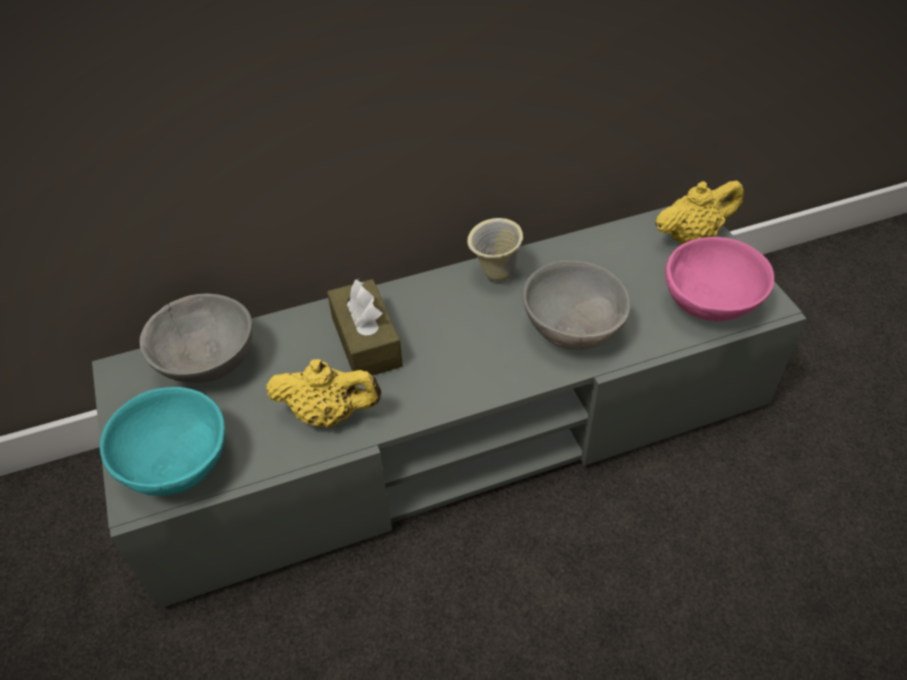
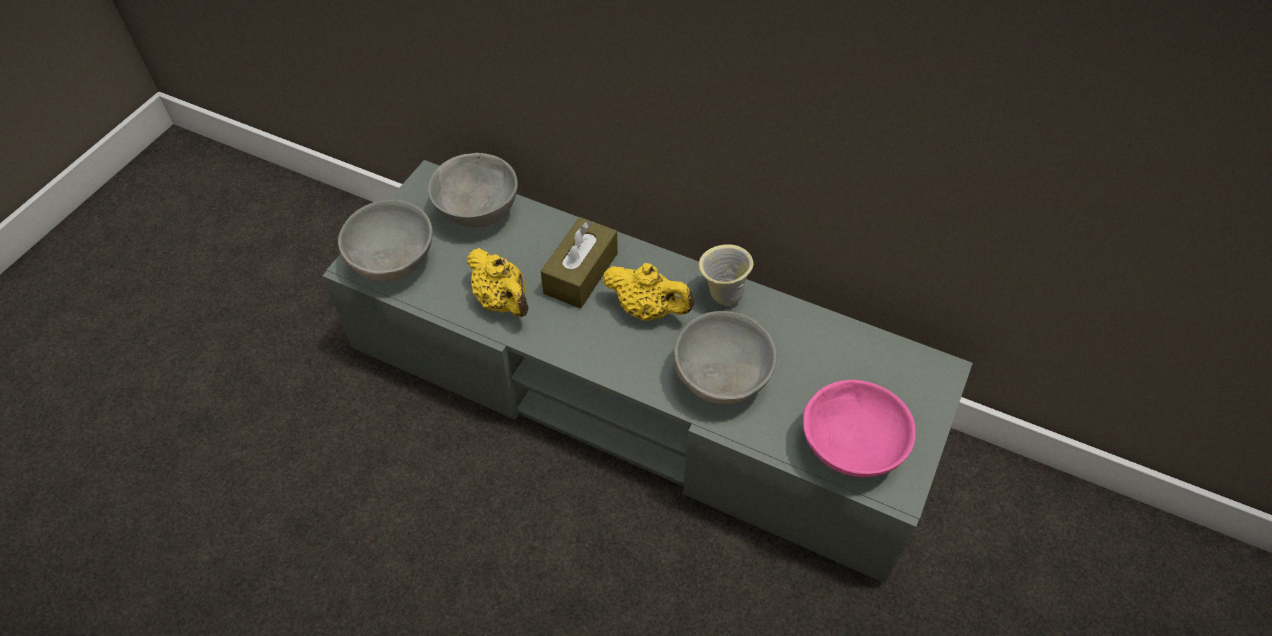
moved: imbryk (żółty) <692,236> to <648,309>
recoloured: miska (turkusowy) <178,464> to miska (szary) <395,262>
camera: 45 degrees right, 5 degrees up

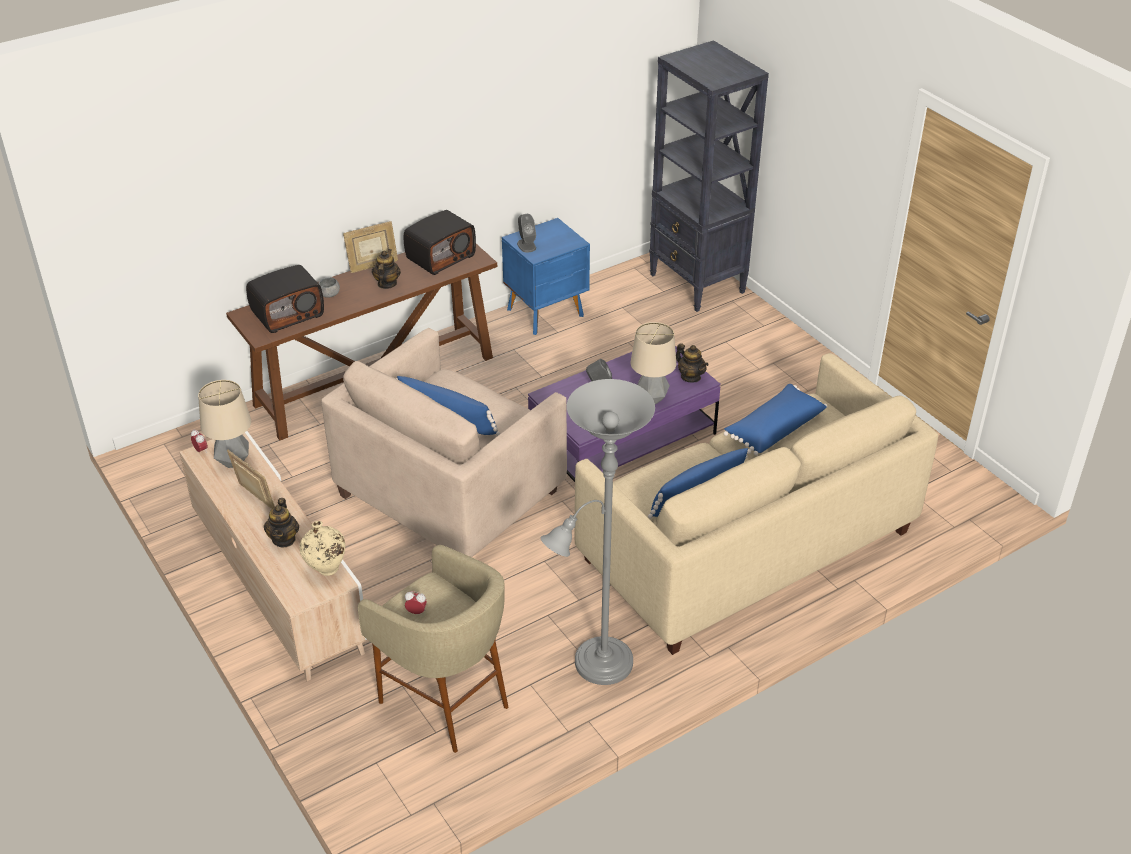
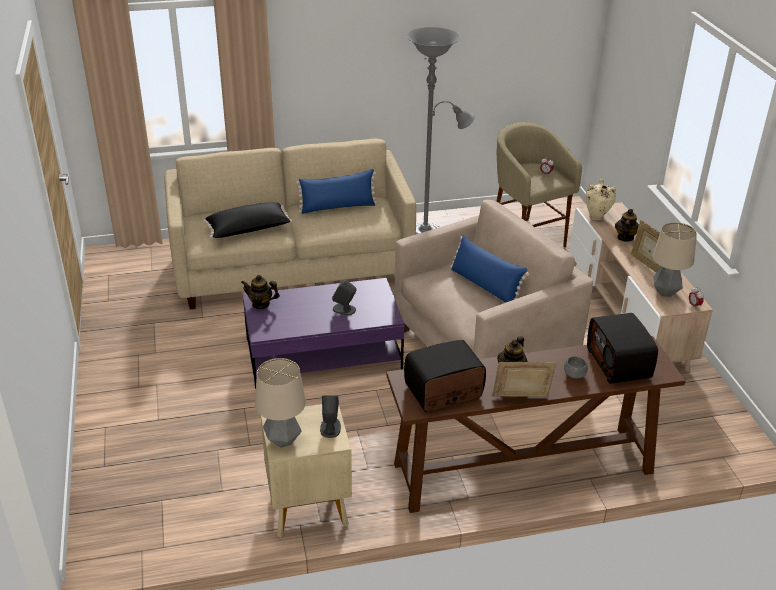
removed: regał (czarny) <697,284>
moved: lampa stołowa <651,399> to <282,440>
recoloured: szafka nocna (niebieski) <547,313> to szafka nocna (beżowy) <307,506>; poduszka (niebieski) <773,429> to poduszka (czarny) <248,230>
turned: radio <287,313> = <619,363> 90 degrees counterclockwise; imbryk <690,377> = <261,304> 60 degrees counterclockwise
camera: 160 degrees left, 5 degrees down

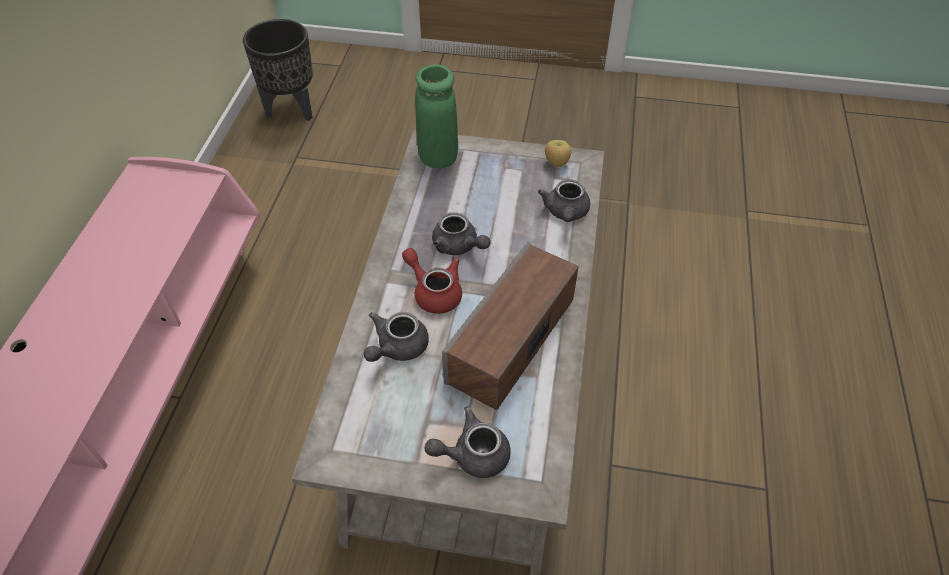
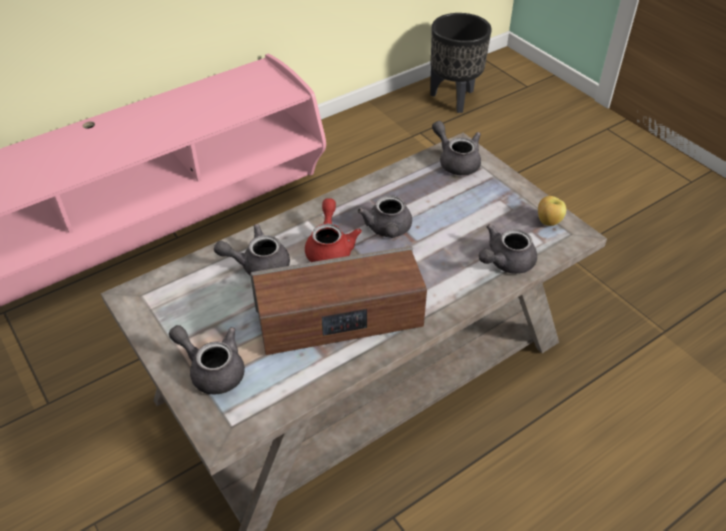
replaced: wazon (zielony) <438,157> to imbryk (szary) <456,161>
camera: 45 degrees right, 5 degrees down

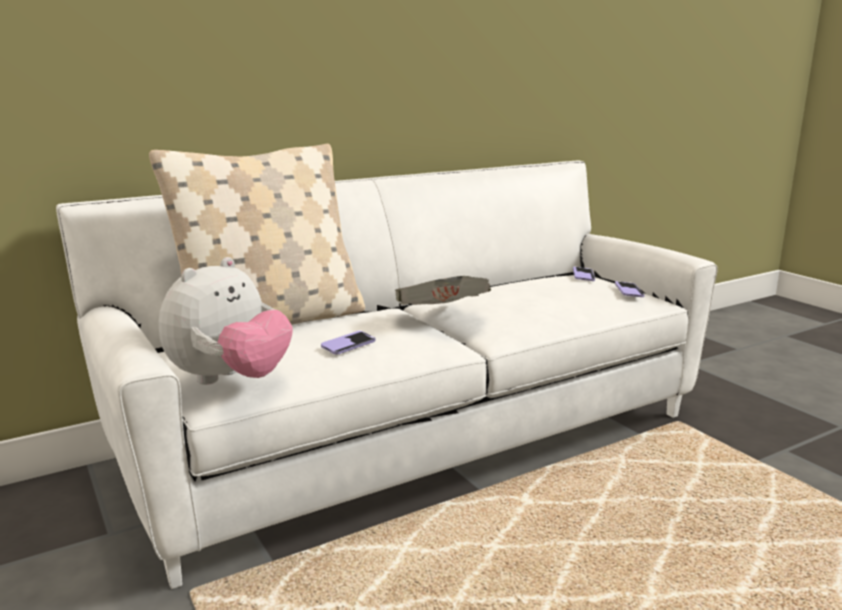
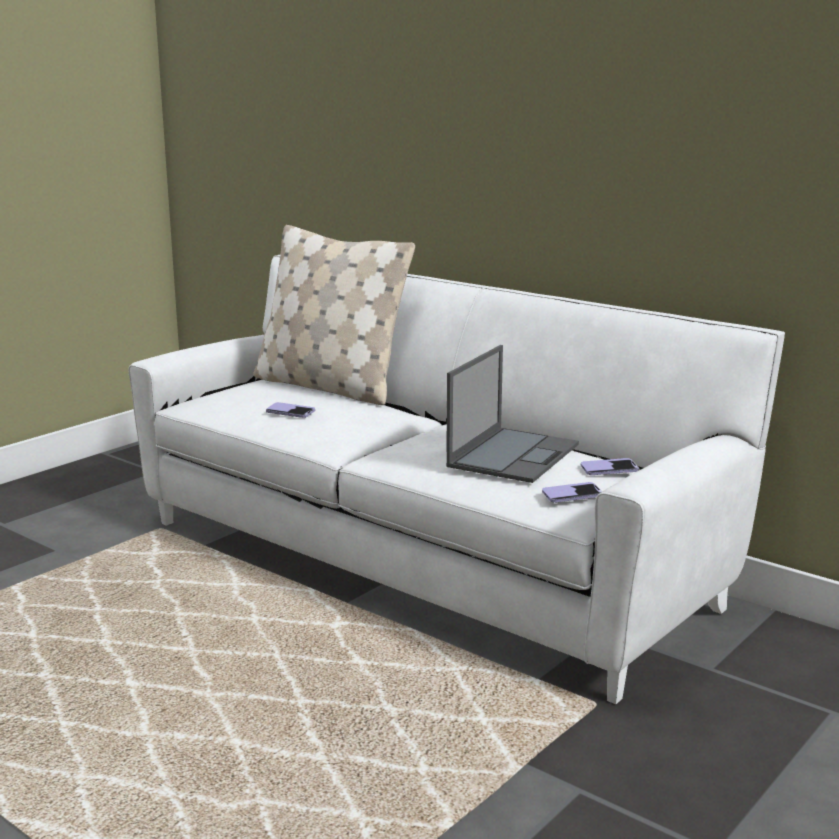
removed: pluszak <230,380>; gazeta <442,318>
added: laptop <514,455>
camera: 70 degrees right, 0 degrees up

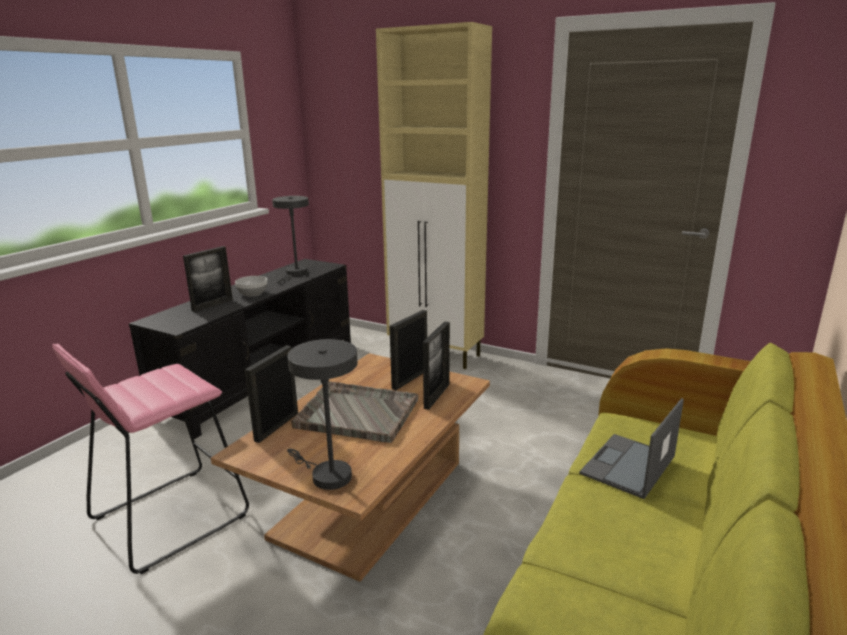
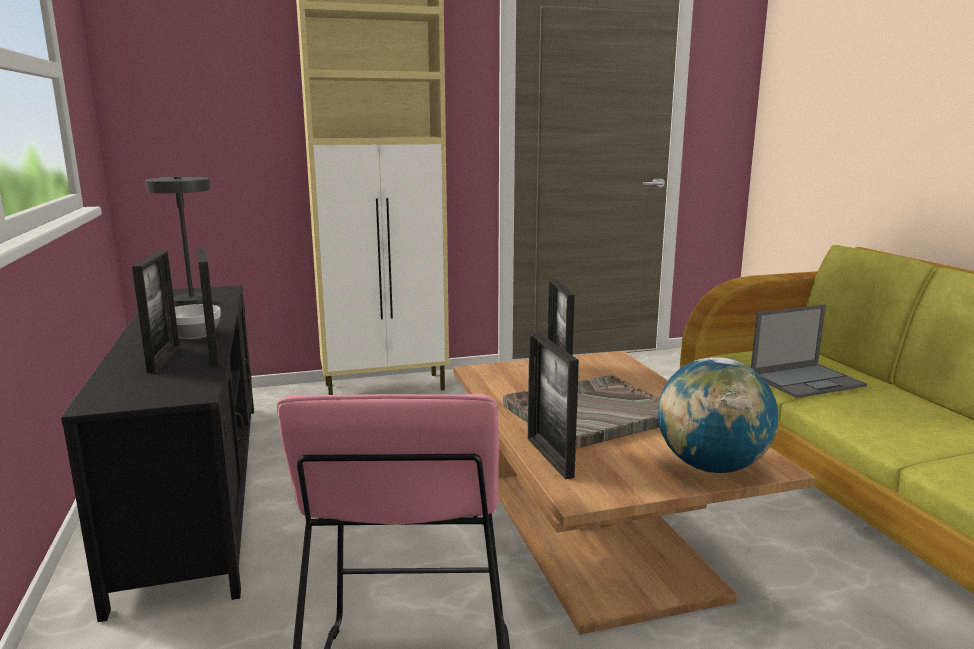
moved: ramka na zdjęcie <437,396> to <213,354>
replaced: lampa stołowa (szary) <326,475> to globus <711,467>
turned: laptop <628,466> = <807,381> 105 degrees counterclockwise
camera: 45 degrees left, 5 degrees down

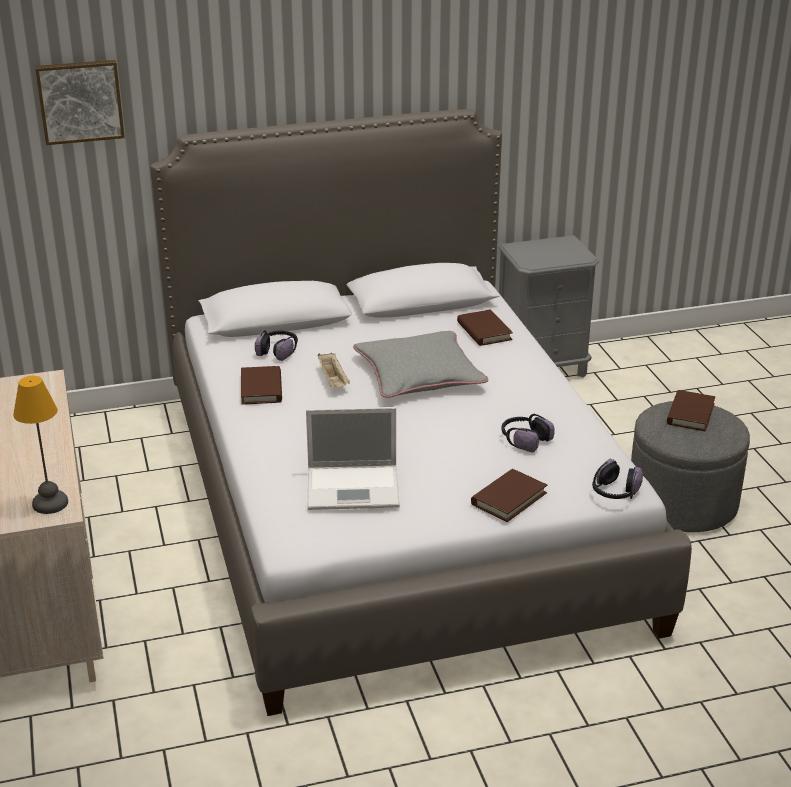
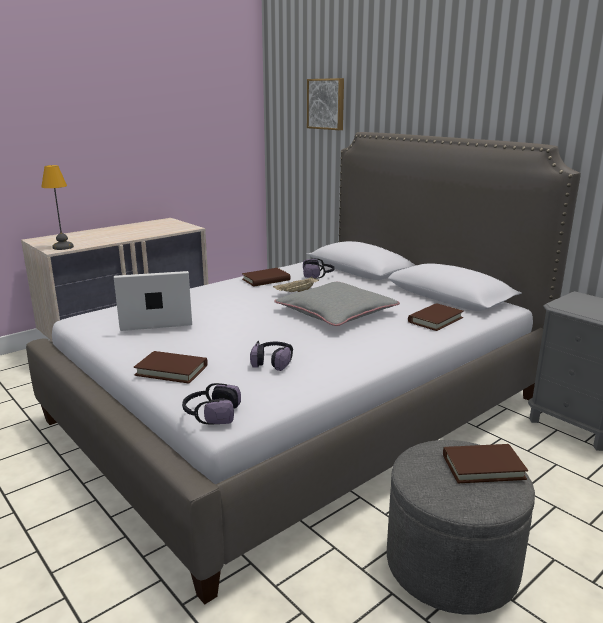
turned: laptop <355,487> = <155,319> 105 degrees clockwise
camera: 65 degrees right, 10 degrees down

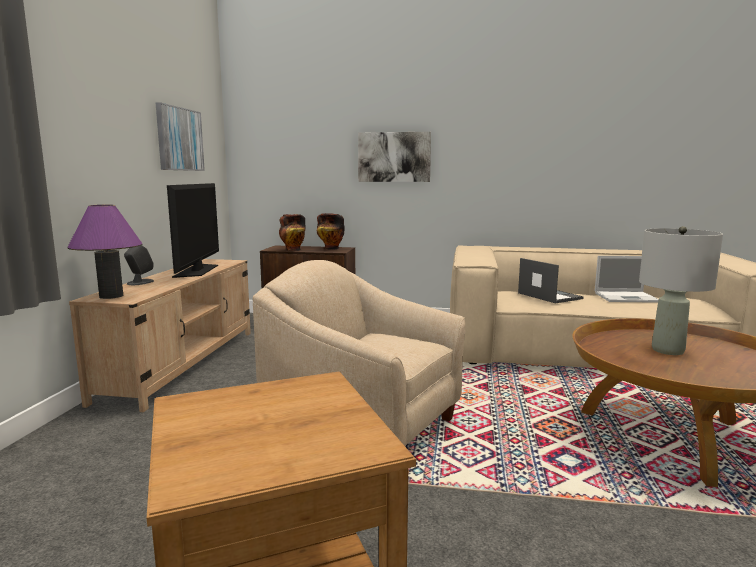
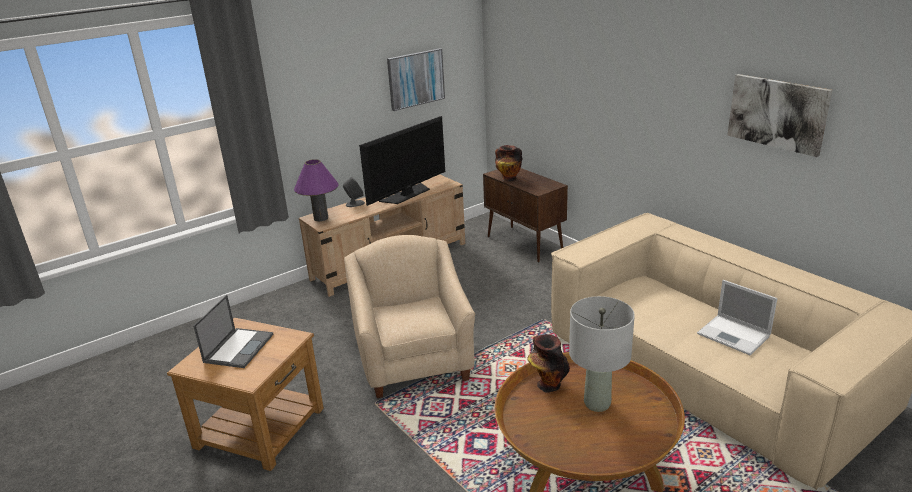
moved: wazon <330,248> to <547,384>; obraz <394,157> to <777,113>; laptop <548,296> to <239,347>
camera: 45 degrees right, 15 degrees up

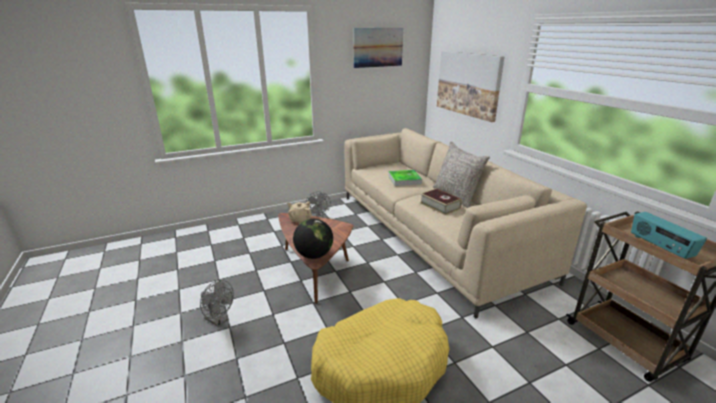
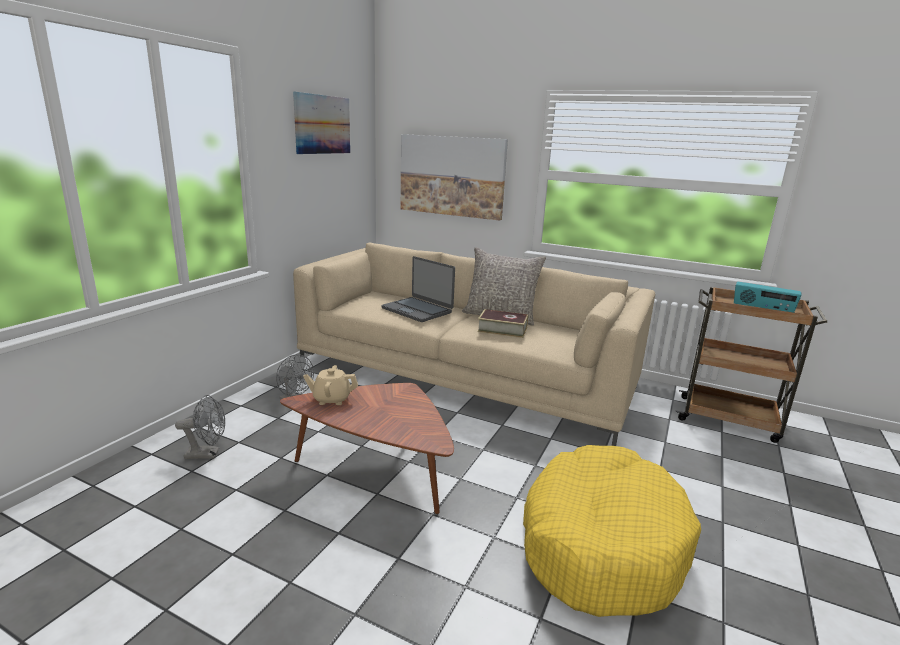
removed: globus <314,255>
moved: wentylator (szary) <219,320> to <207,454>
replaced: taca <404,180> to laptop <417,310>
camera: 40 degrees left, 5 degrees down

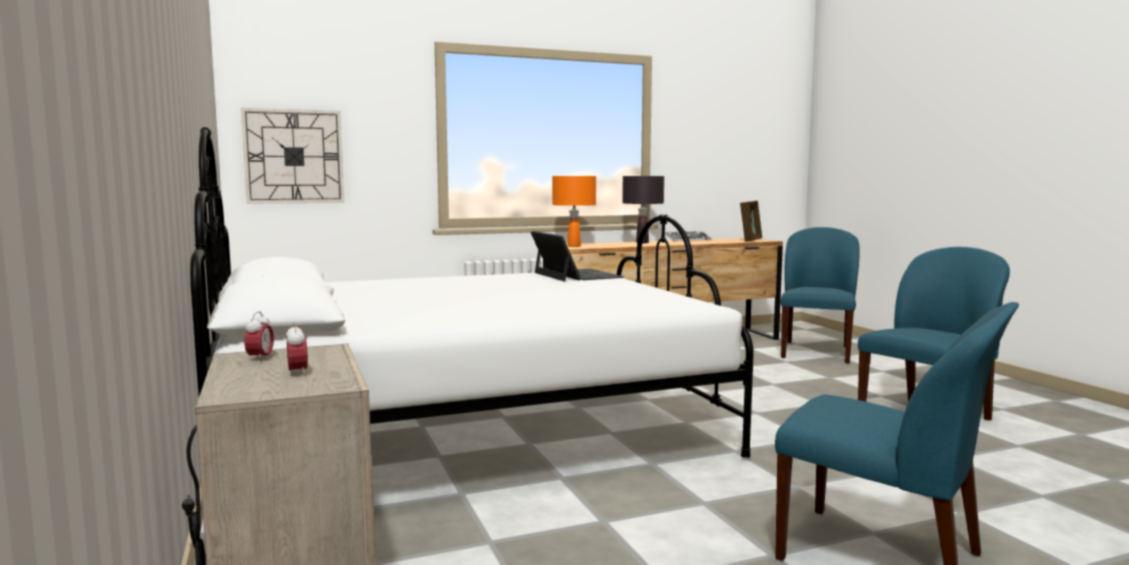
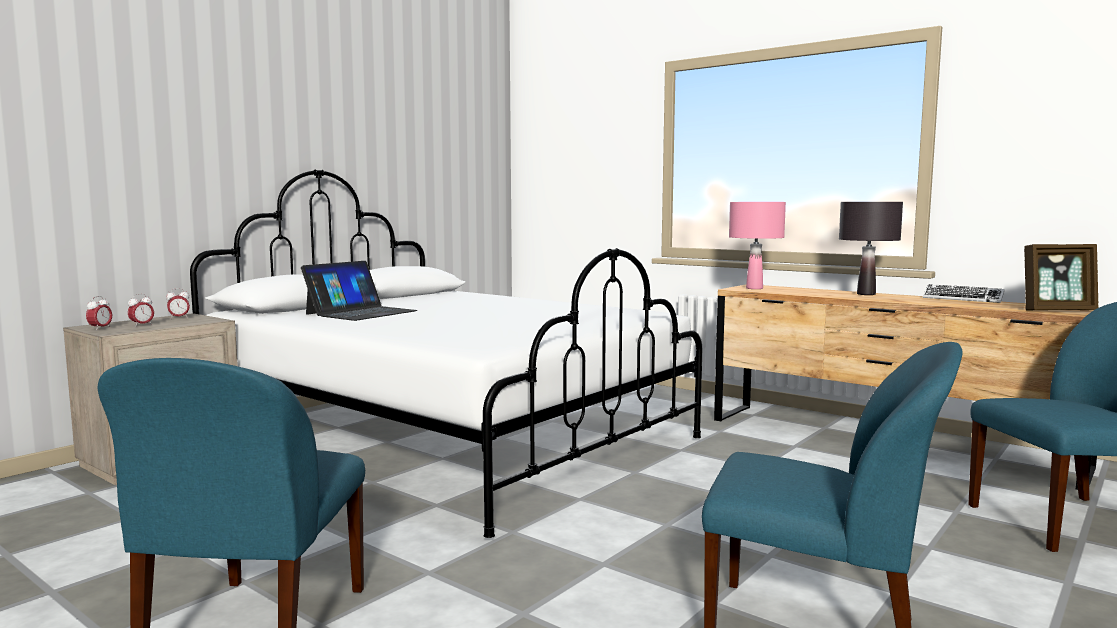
removed: zegar ścienny <294,156>
added: budzik <100,329>
moved: laptop <576,275> to <361,312>
recoloured: lampa stołowa (pomarańczowy) <573,246> to lampa stołowa (różowy) <754,288>
camera: 60 degrees right, 0 degrees up

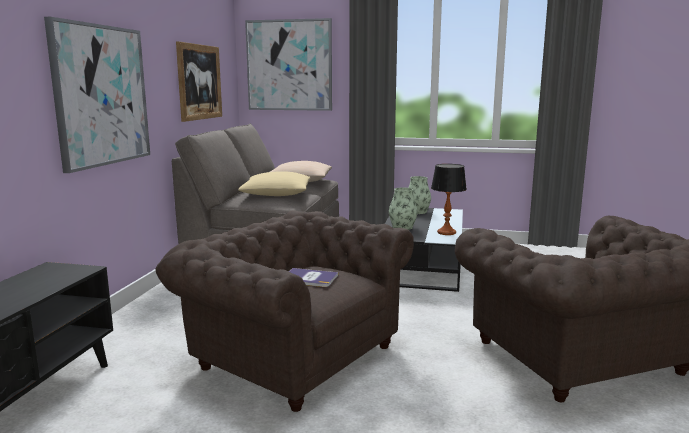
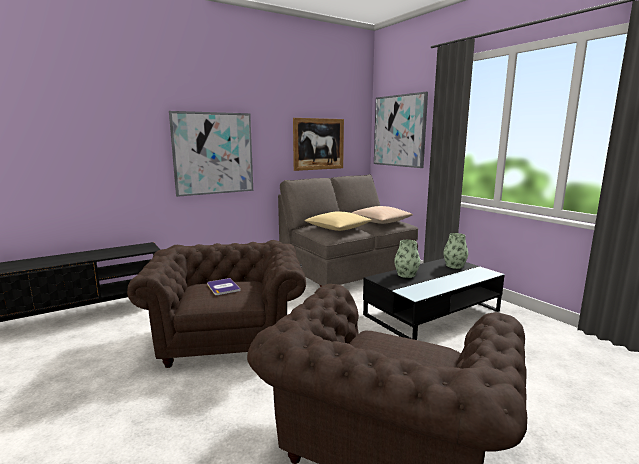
removed: lampa stołowa <446,232>
camera: 45 degrees right, 0 degrees up

